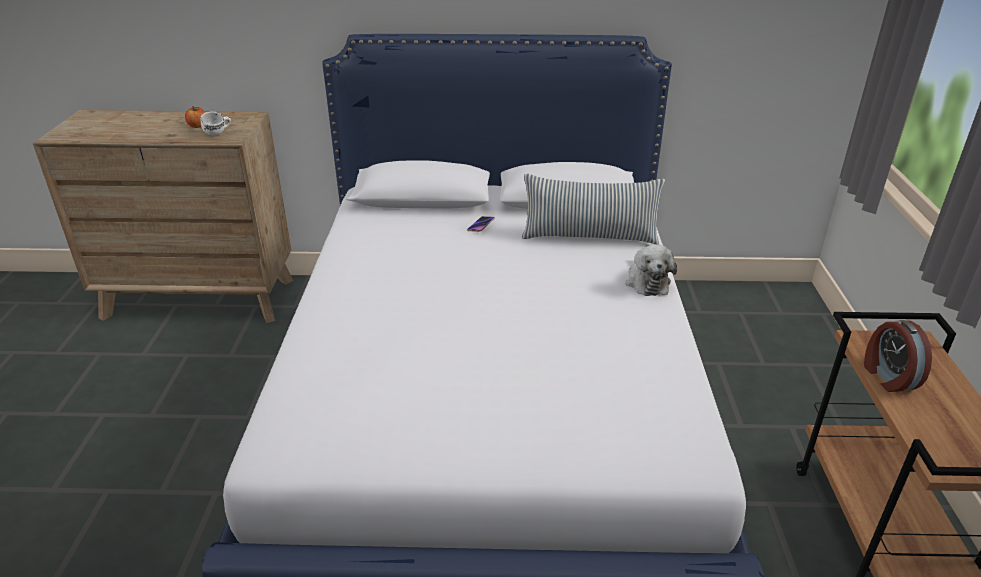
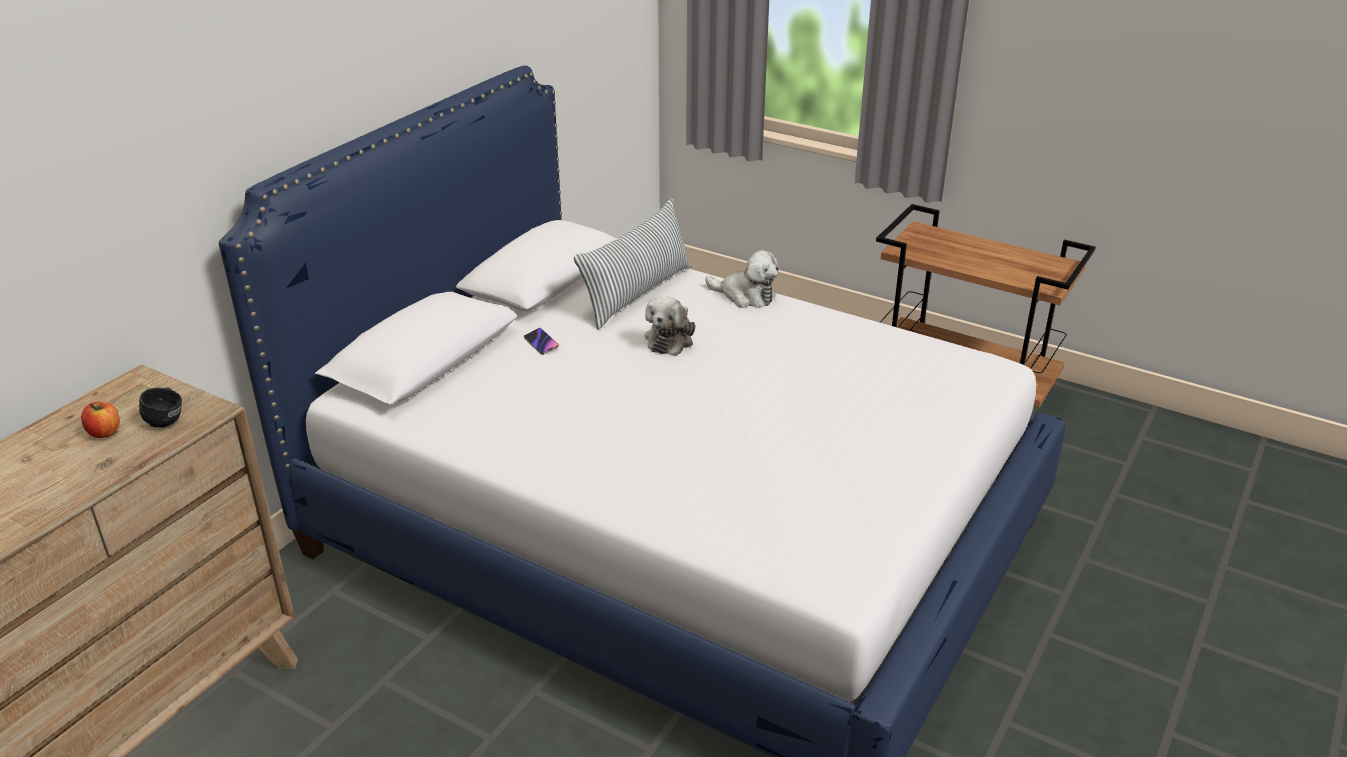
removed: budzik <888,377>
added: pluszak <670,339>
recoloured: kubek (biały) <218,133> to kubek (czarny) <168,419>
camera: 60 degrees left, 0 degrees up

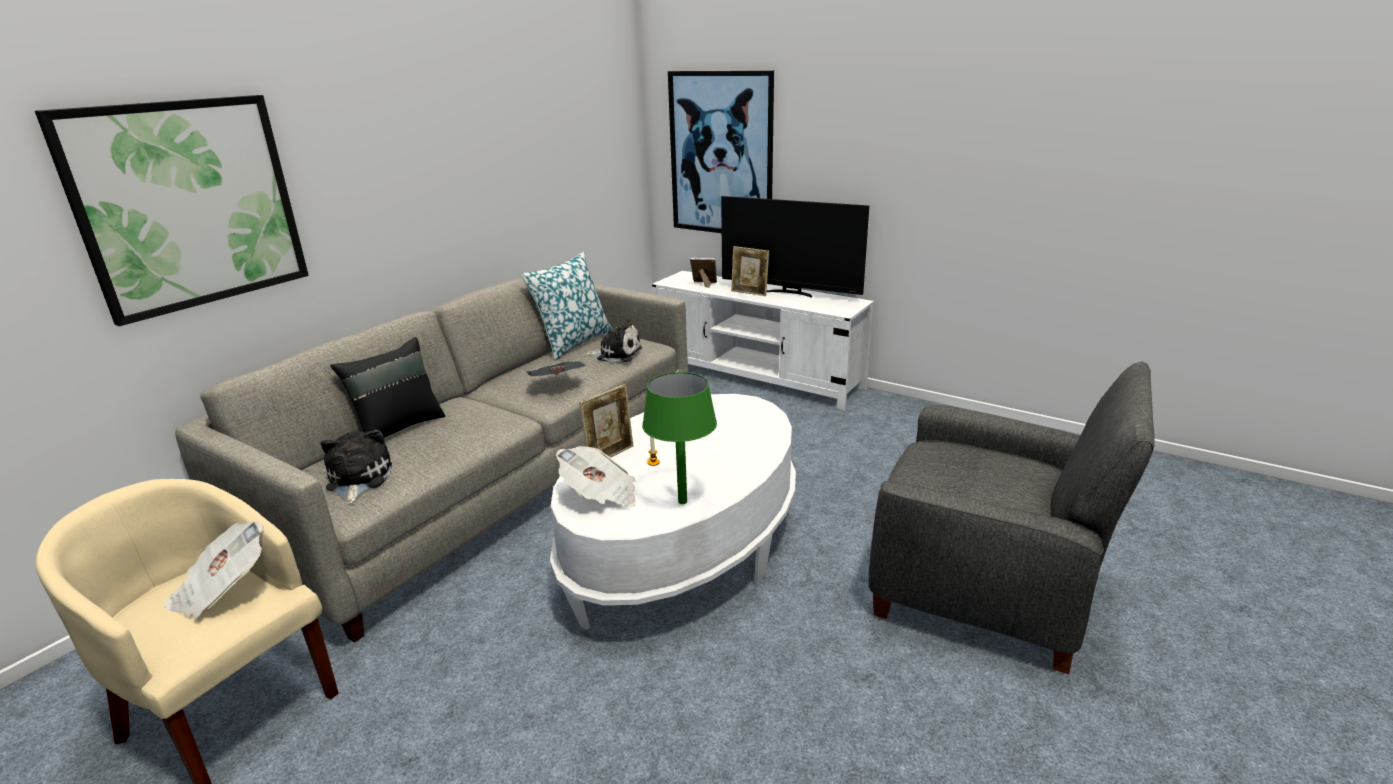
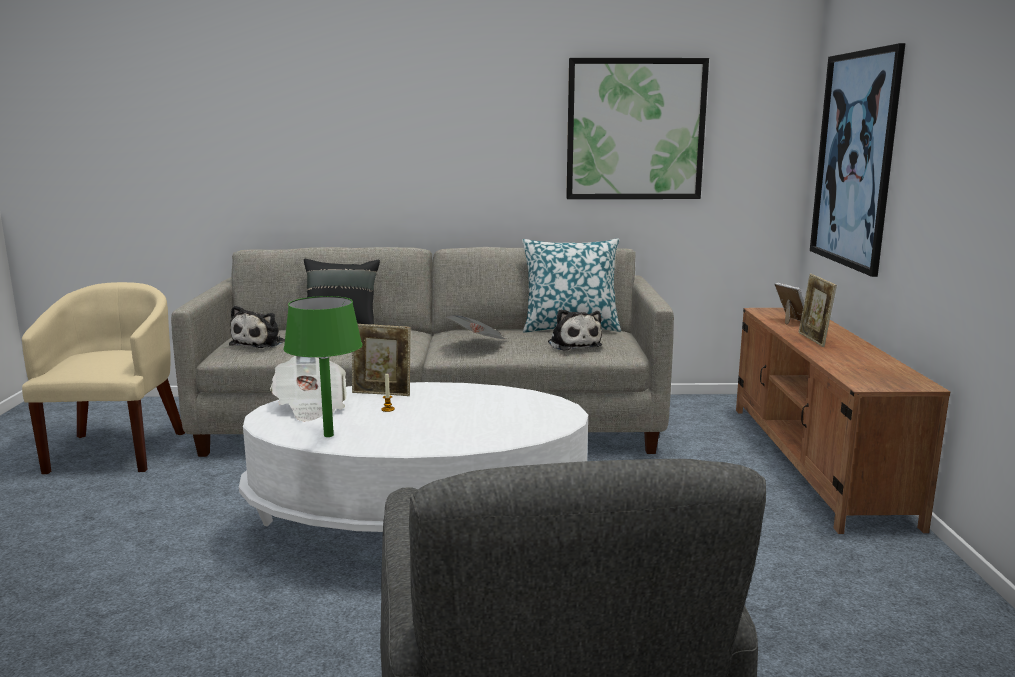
removed: gazeta <222,590>; telewizor <790,293>
moved: obraz <189,205> to <635,129>
recoloured: szafka pod telewizor (biały) <757,376> to szafka pod telewizor (brązowy) <815,461>
turned: pluszak <358,480> = <260,343> 150 degrees clockwise
camera: 55 degrees right, 10 degrees down

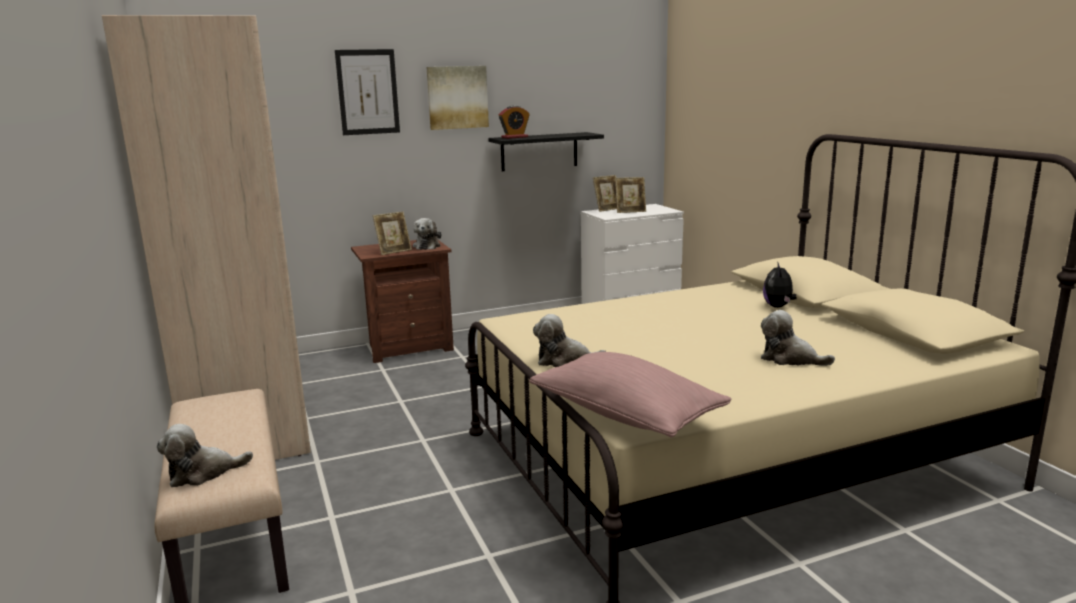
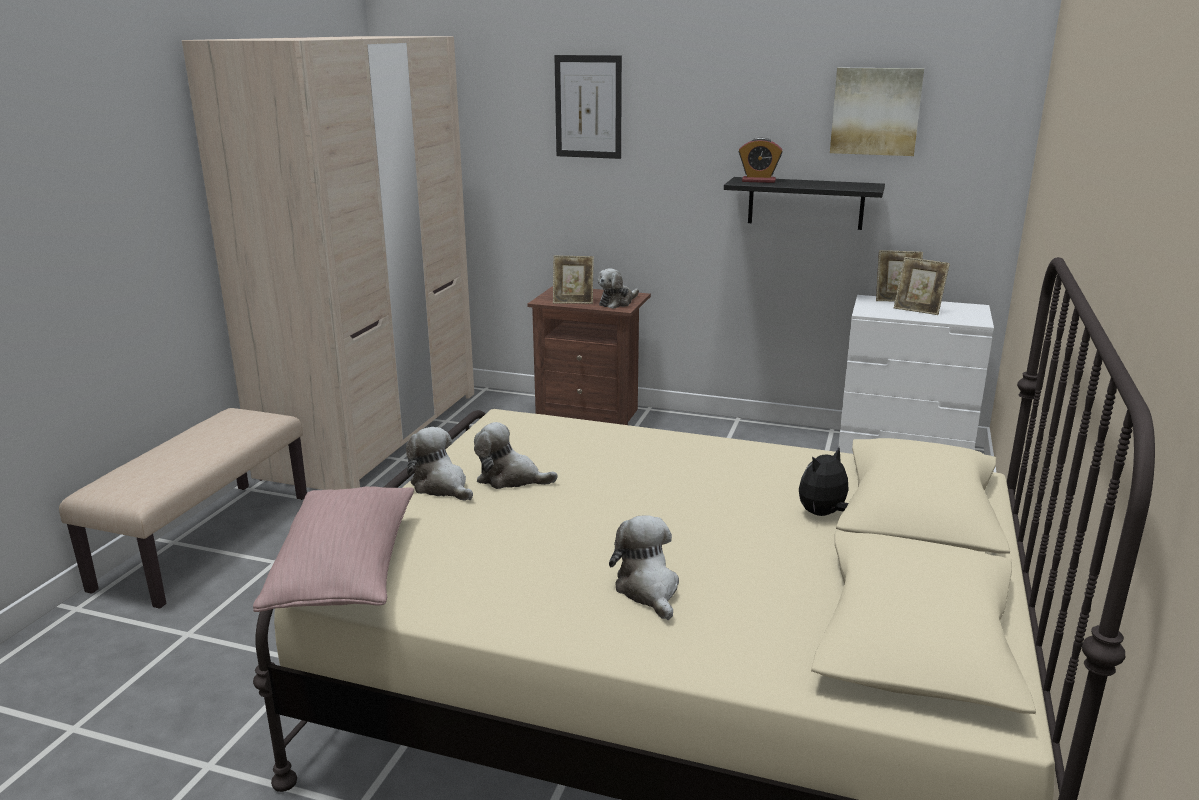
moved: pluszak <203,473> to <510,478>; obraz <457,97> to <875,111>
camera: 40 degrees right, 5 degrees up

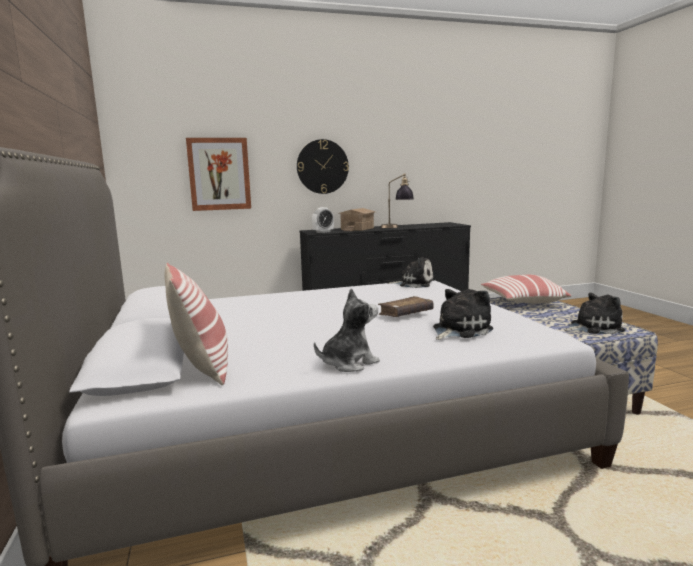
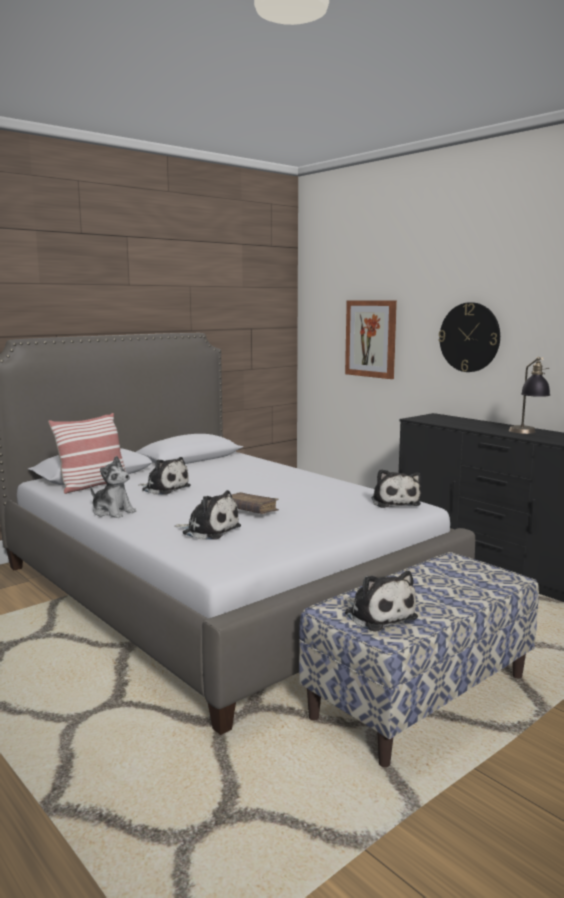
removed: budzik <323,232>; domek <356,229>; poduszka <522,302>
added: pluszak <164,488>
camera: 65 degrees right, 0 degrees up

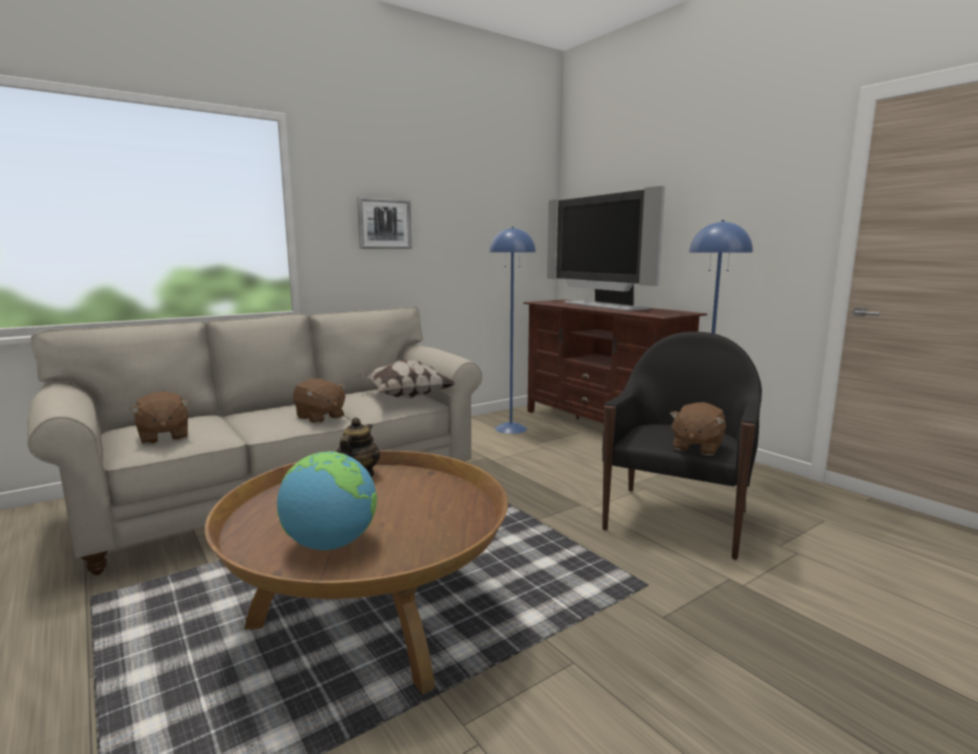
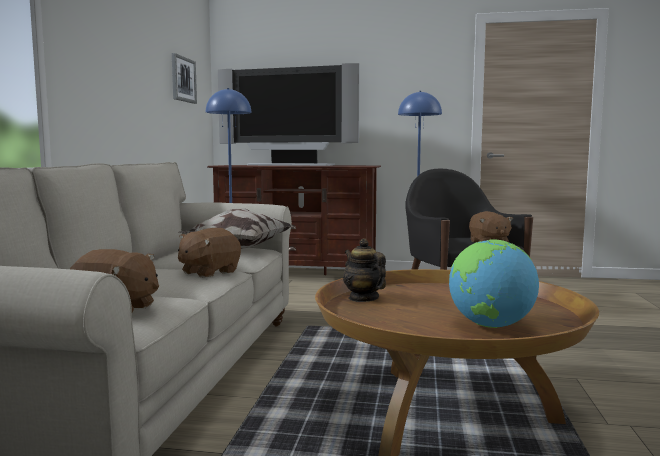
moved: obraz <384,224> to <183,79>
turned: pluszak (brązowy) <320,417> = <209,272> 135 degrees clockwise
camera: 45 degrees left, 5 degrees down

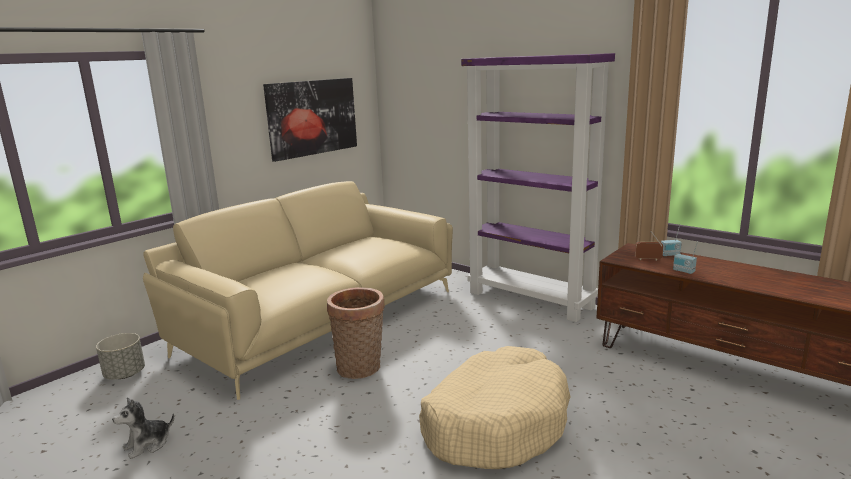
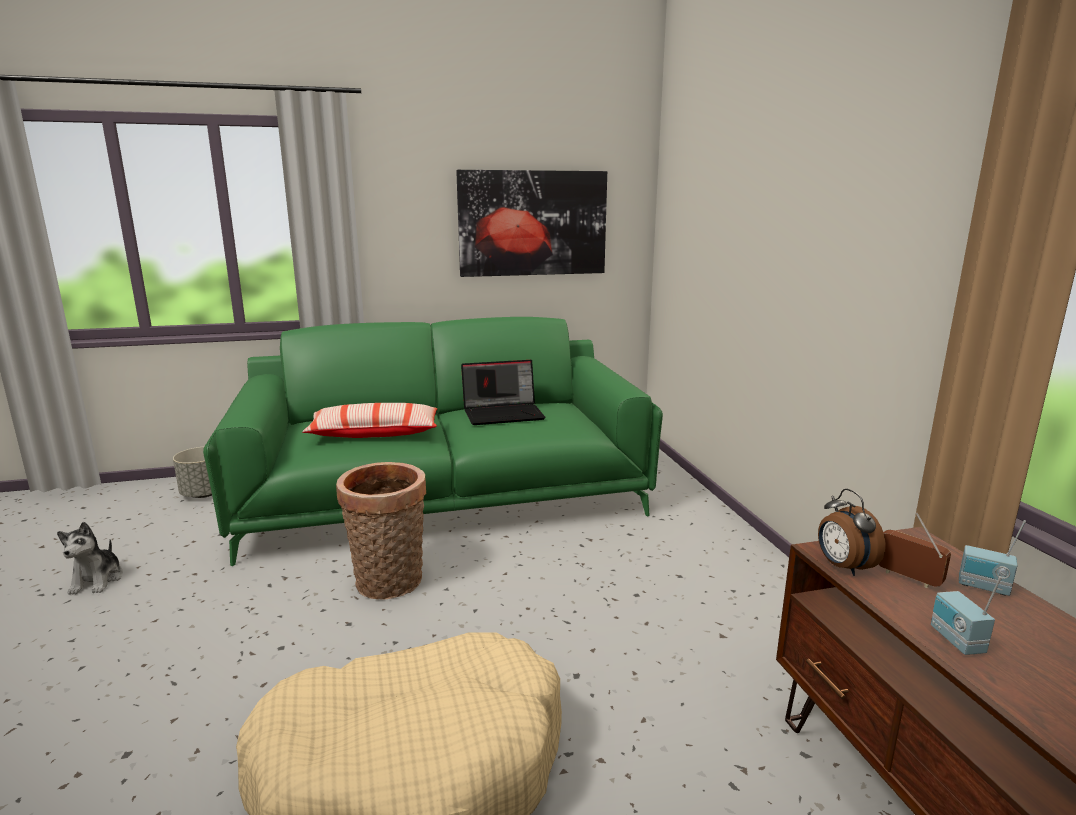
removed: regał (fioletowy) <531,300>
added: poduszka <374,433>; laptop <504,413>; budzik <843,567>
recoloured: kanapa (beżowy) <320,319> to kanapa (zielony) <446,498>
turned: pluszak <147,445> = <97,580> 90 degrees counterclockwise
camera: 35 degrees right, 0 degrees up

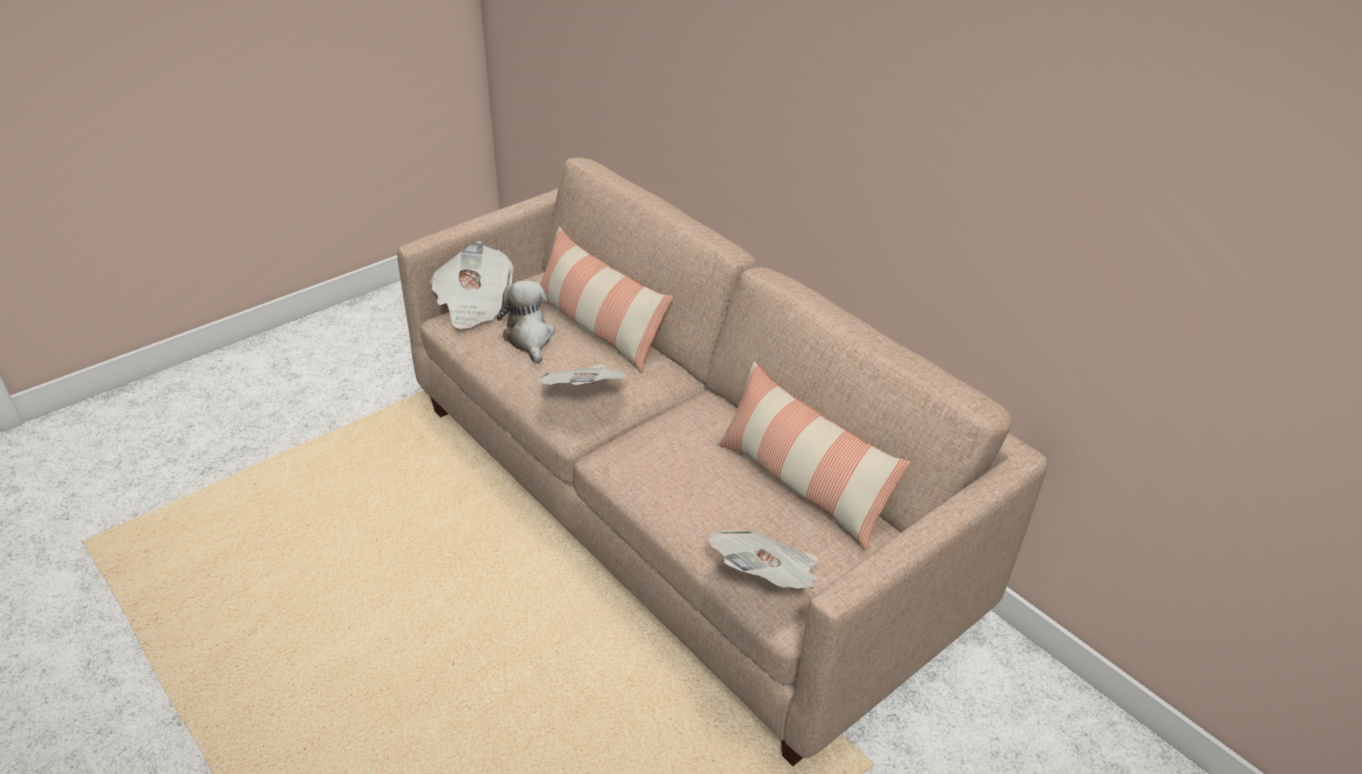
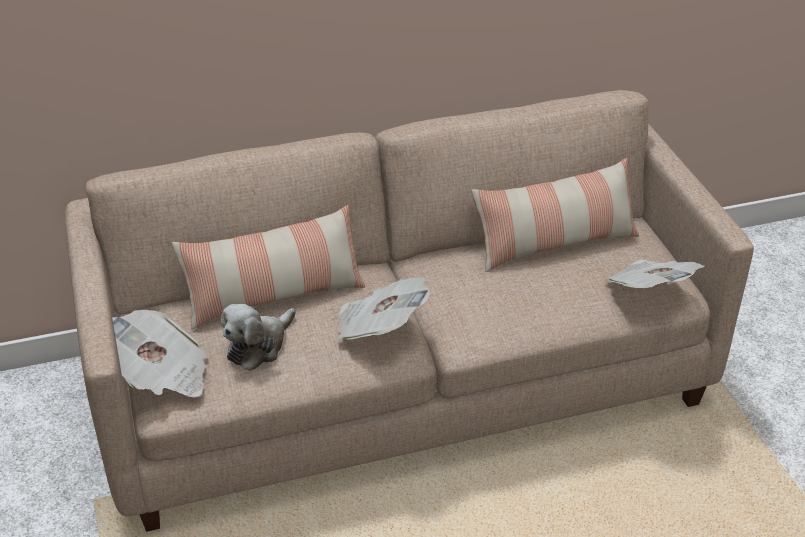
turned: pluszak <529,338> = <258,346> 60 degrees counterclockwise
camera: 65 degrees left, 0 degrees up

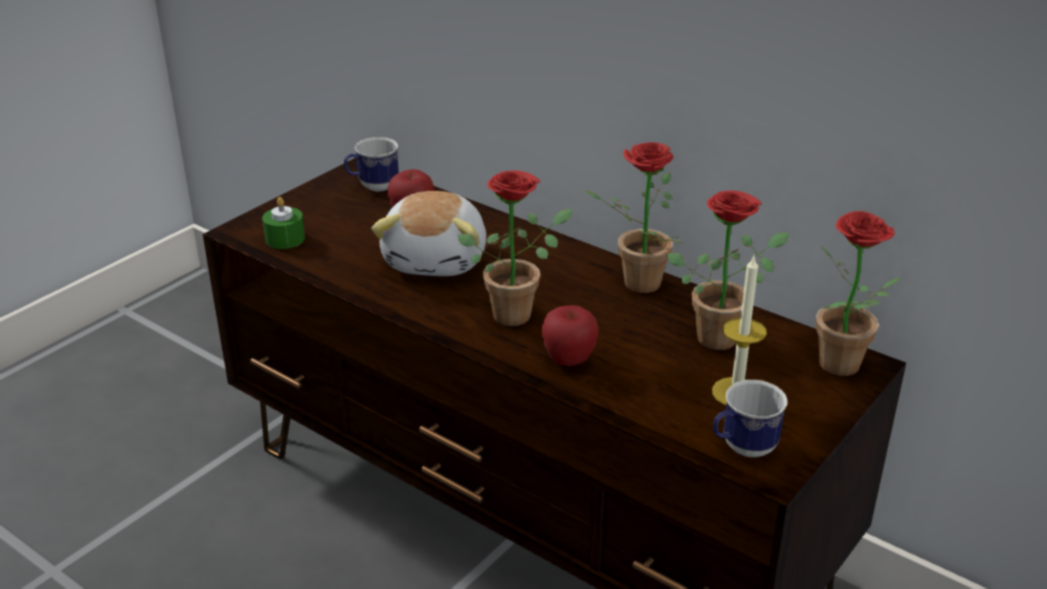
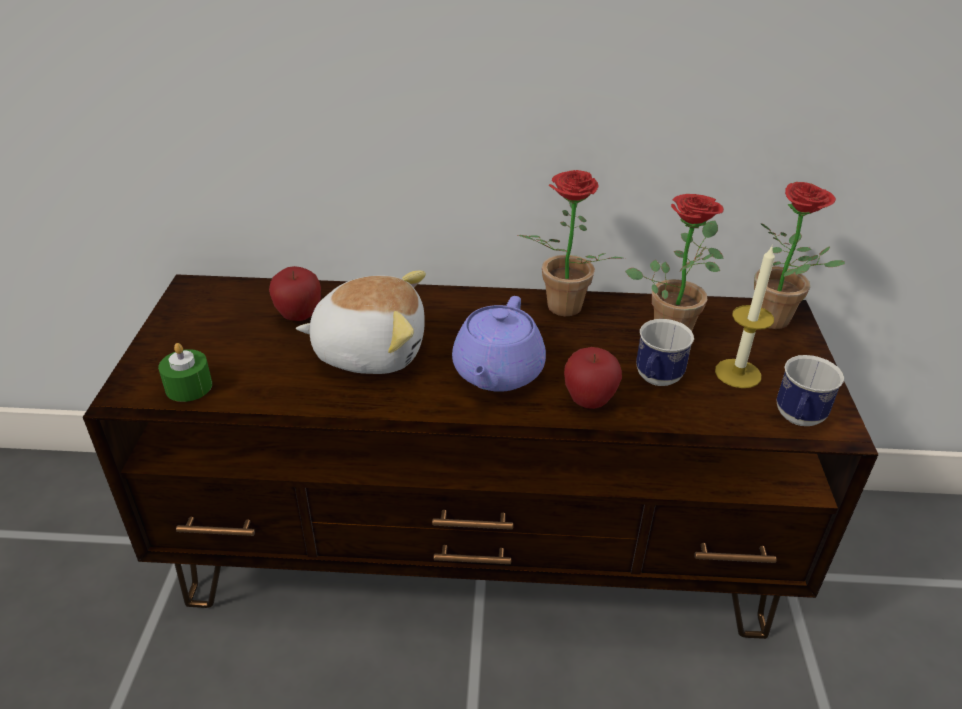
moved: kubek <373,187> to <655,381>
replaced: roślina doniczkowa <518,312> to imbryk (fioletowy) <497,373>
turned: pluszak <437,259> = <370,350> 60 degrees counterclockwise
camera: 35 degrees left, 5 degrees up

